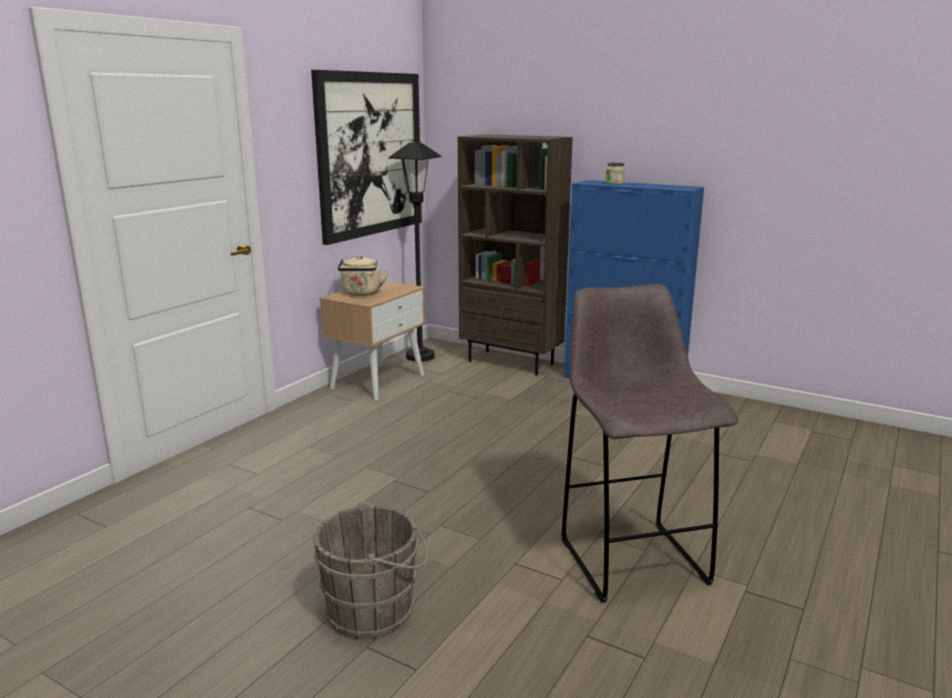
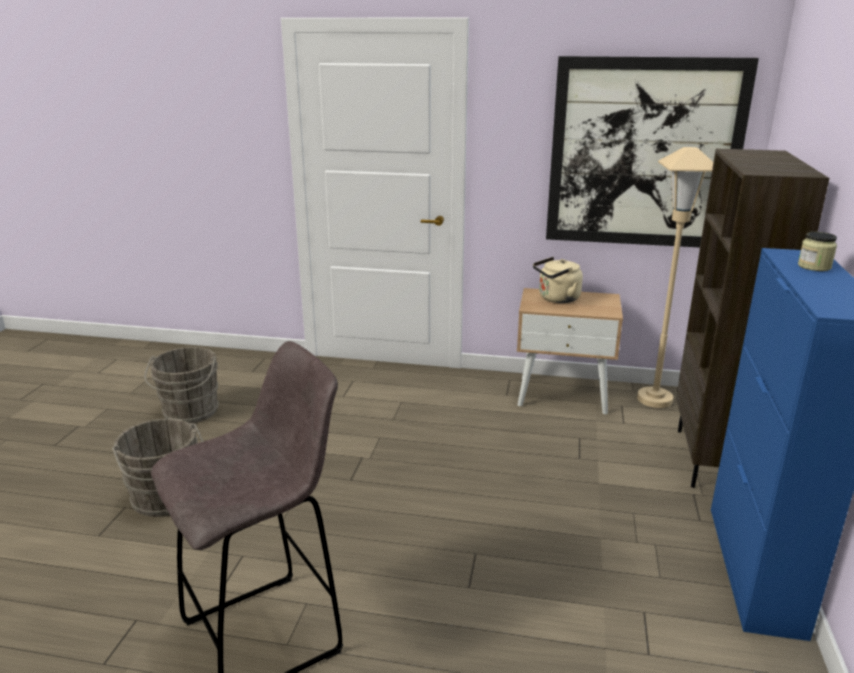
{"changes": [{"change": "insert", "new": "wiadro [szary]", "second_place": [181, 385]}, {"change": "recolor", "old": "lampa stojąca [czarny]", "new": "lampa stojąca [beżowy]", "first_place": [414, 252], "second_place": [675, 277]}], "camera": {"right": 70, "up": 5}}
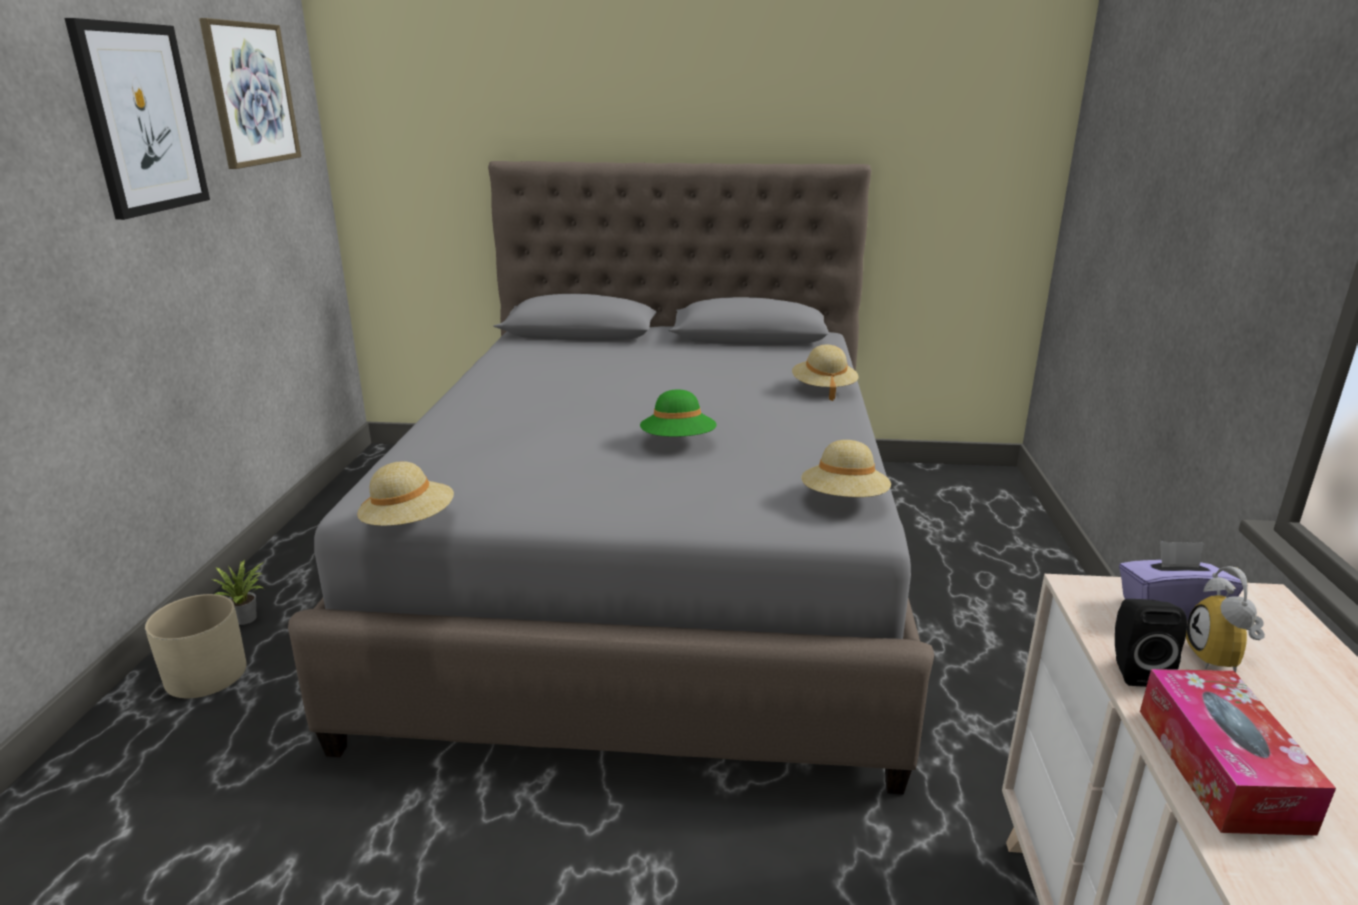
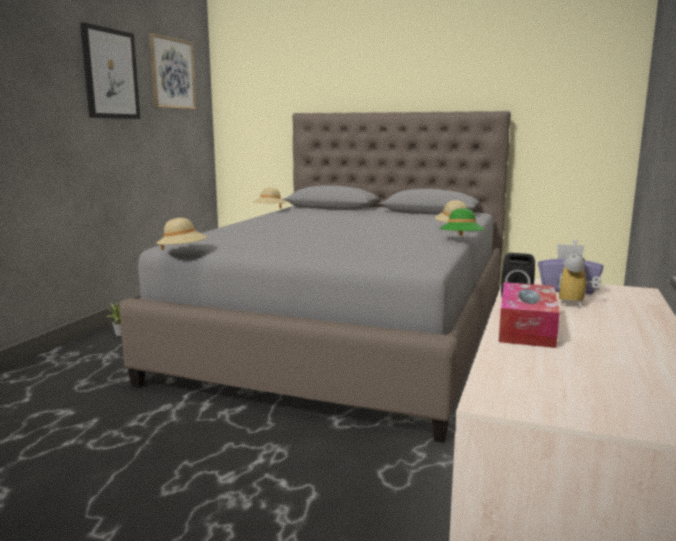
{"changes": [{"change": "delete", "old": "donica [beżowy]", "first_place": [196, 646]}, {"change": "move", "old": "kapelusz [zielony]", "first_place": [678, 413], "second_place": [462, 222]}, {"change": "move", "old": "kapelusz [beżowy]", "first_place": [846, 468], "second_place": [269, 198]}], "camera": {"right": 15, "up": -10}}
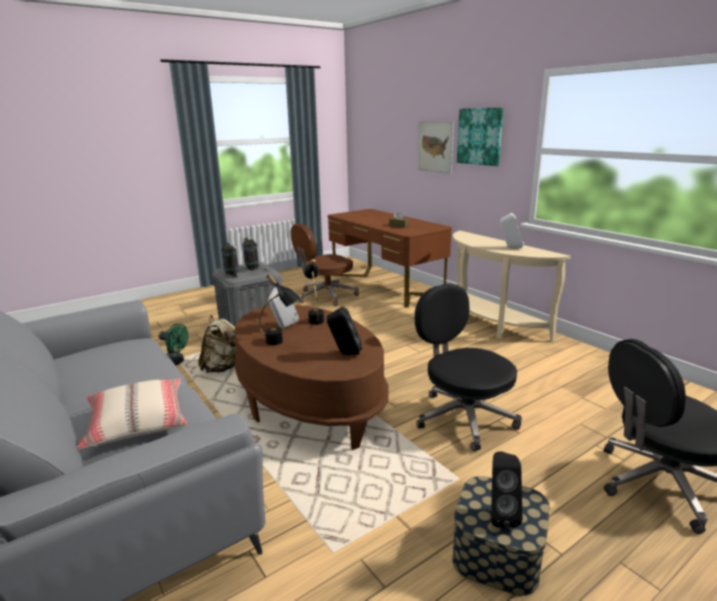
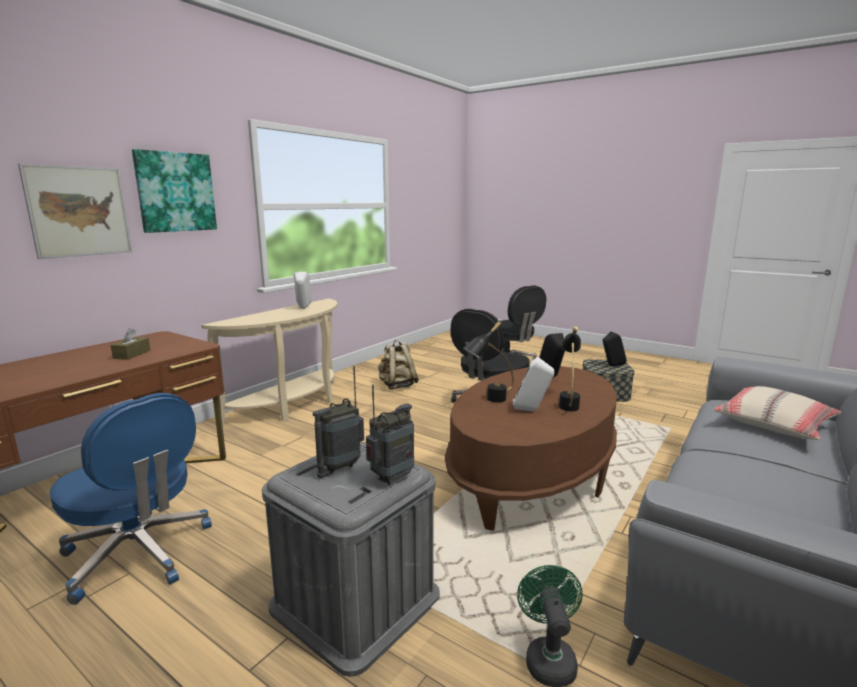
{"changes": [{"change": "move", "old": "plecak [beżowy]", "first_place": [217, 344], "second_place": [398, 365]}, {"change": "recolor", "old": "krzesło biurowe [brązowy]", "new": "krzesło biurowe [niebieski]", "first_place": [325, 265], "second_place": [130, 499]}], "camera": {"right": -110, "up": -5}}
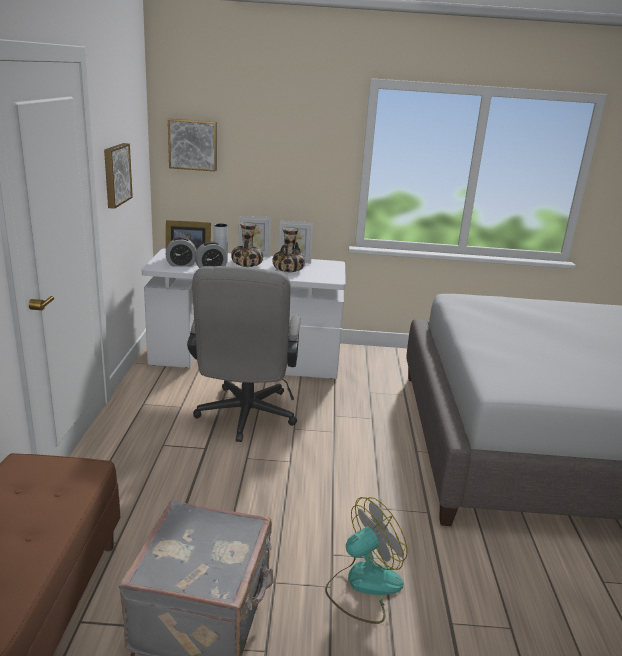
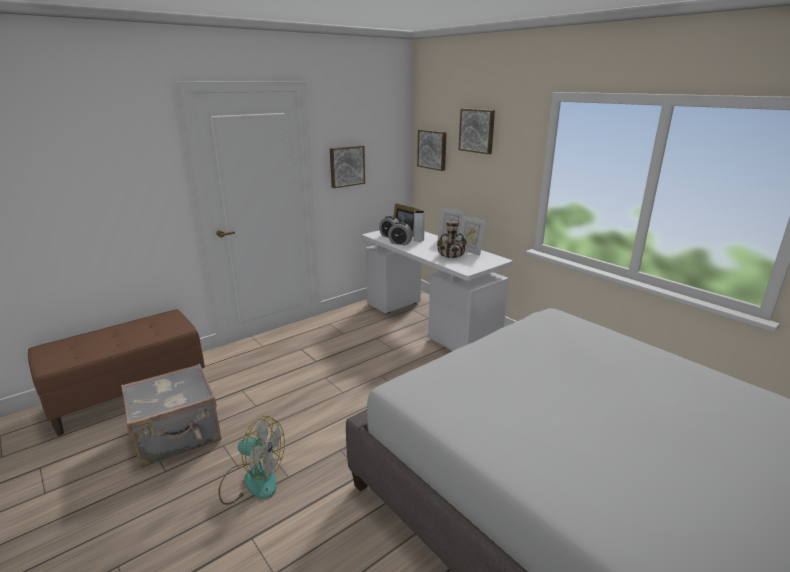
{"changes": [{"change": "delete", "old": "krzesło biurowe [szary]", "first_place": [244, 354]}, {"change": "delete", "old": "wazon", "first_place": [247, 244]}, {"change": "insert", "new": "obraz", "second_place": [477, 131]}], "camera": {"right": 50, "up": 0}}
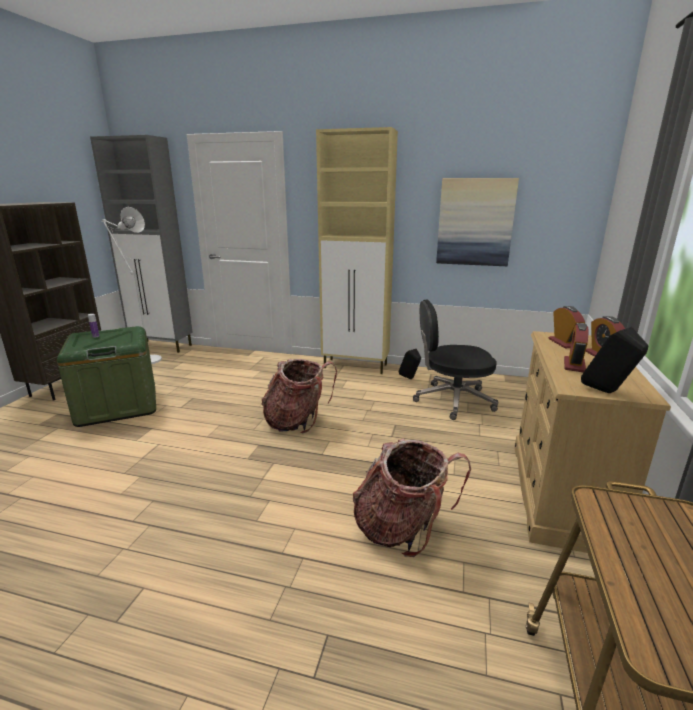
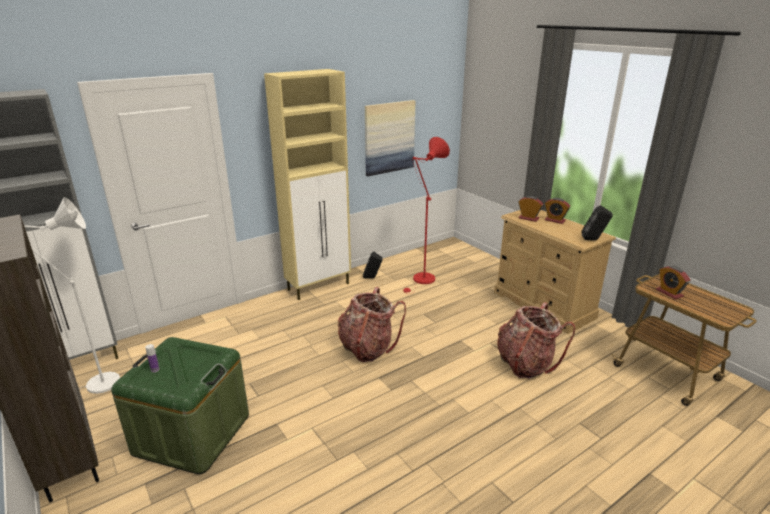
{"changes": [{"change": "move", "old": "budzik", "first_place": [576, 347], "second_place": [673, 282]}, {"change": "replace", "old": "krzesło biurowe [czarny]", "new": "lampa stojąca [czerwony]", "first_place": [455, 359], "second_place": [426, 215]}], "camera": {"right": -50, "up": 5}}
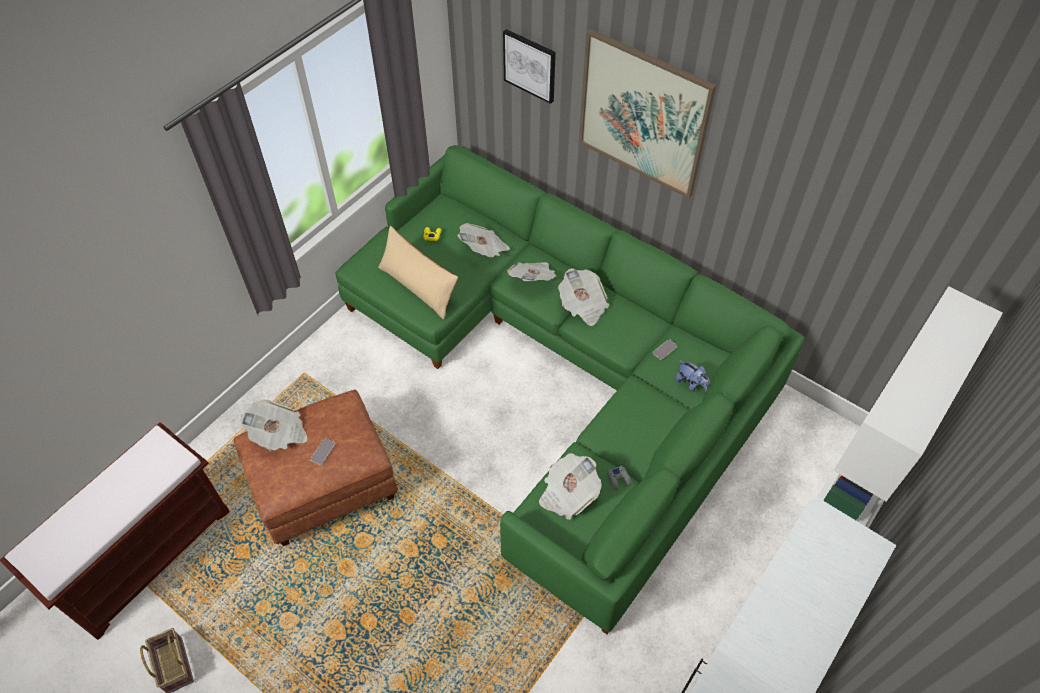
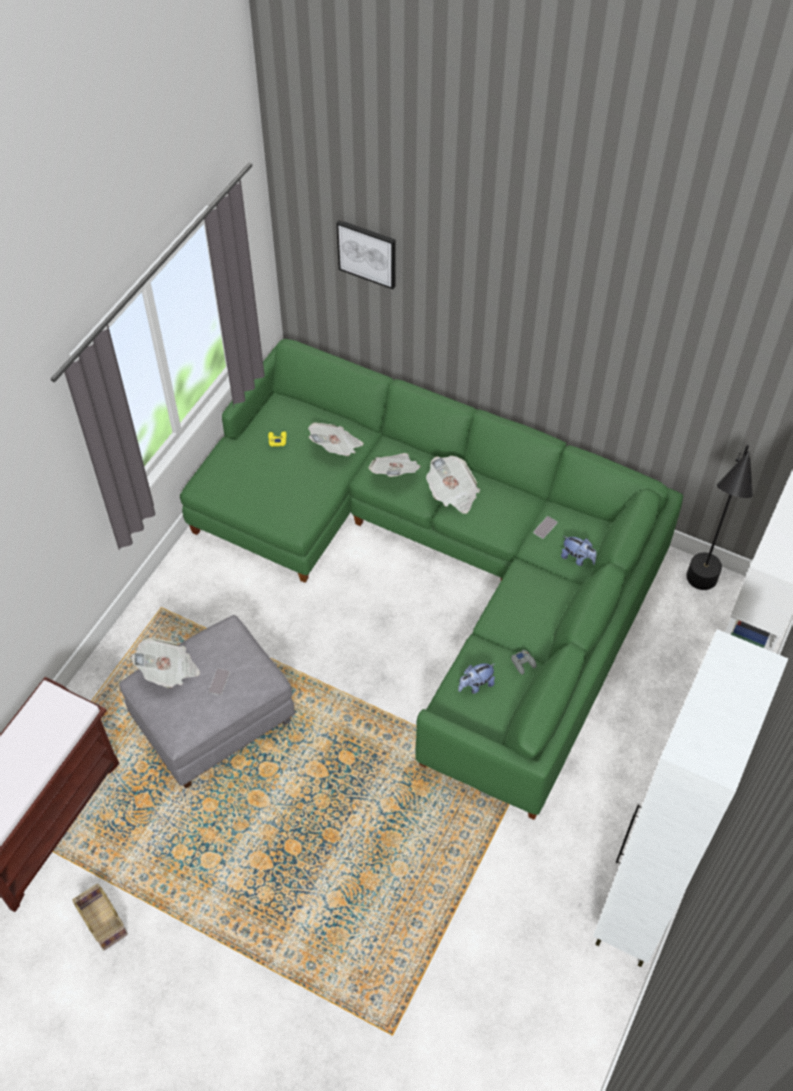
{"changes": [{"change": "delete", "old": "poduszka [beżowy]", "first_place": [418, 272]}, {"change": "delete", "old": "obraz", "first_place": [647, 114]}, {"change": "insert", "new": "lampa stojąca [czarny]", "second_place": [719, 517]}, {"change": "replace", "old": "gazeta", "new": "pluszak", "first_place": [570, 486], "second_place": [476, 678]}, {"change": "recolor", "old": "pufa [brązowy]", "new": "pufa [szary]", "first_place": [316, 468], "second_place": [207, 702]}], "camera": {"right": -10, "up": 0}}
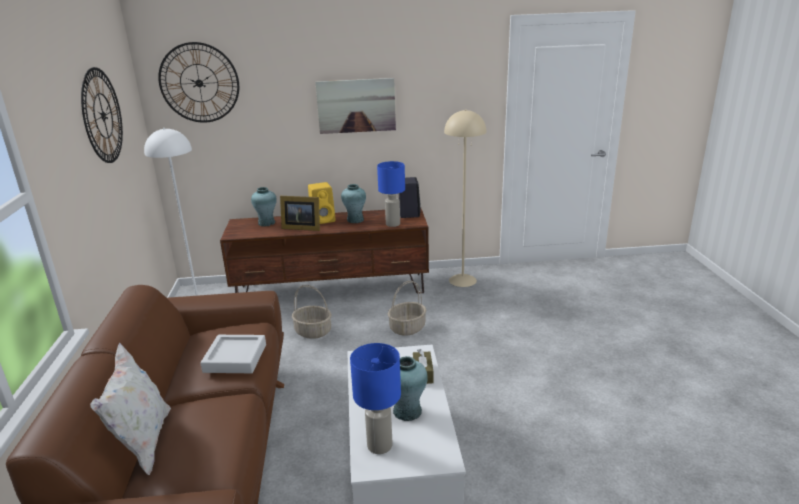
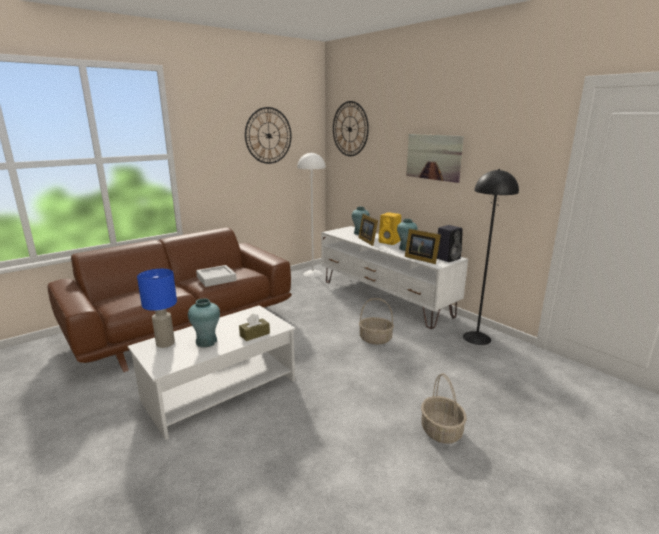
{"changes": [{"change": "delete", "old": "poduszka [biały]", "first_place": [130, 409]}, {"change": "move", "old": "koszyk", "first_place": [312, 312], "second_place": [444, 408]}, {"change": "replace", "old": "lampa stołowa [niebieski]", "new": "ramka na zdjęcie", "first_place": [391, 194], "second_place": [423, 246]}, {"change": "recolor", "old": "szafka pod telewizor [brązowy]", "new": "szafka pod telewizor [biały]", "first_place": [324, 251], "second_place": [394, 277]}, {"change": "recolor", "old": "lampa stojąca [beżowy]", "new": "lampa stojąca [czarny]", "first_place": [465, 198], "second_place": [491, 257]}], "camera": {"right": 55, "up": -5}}
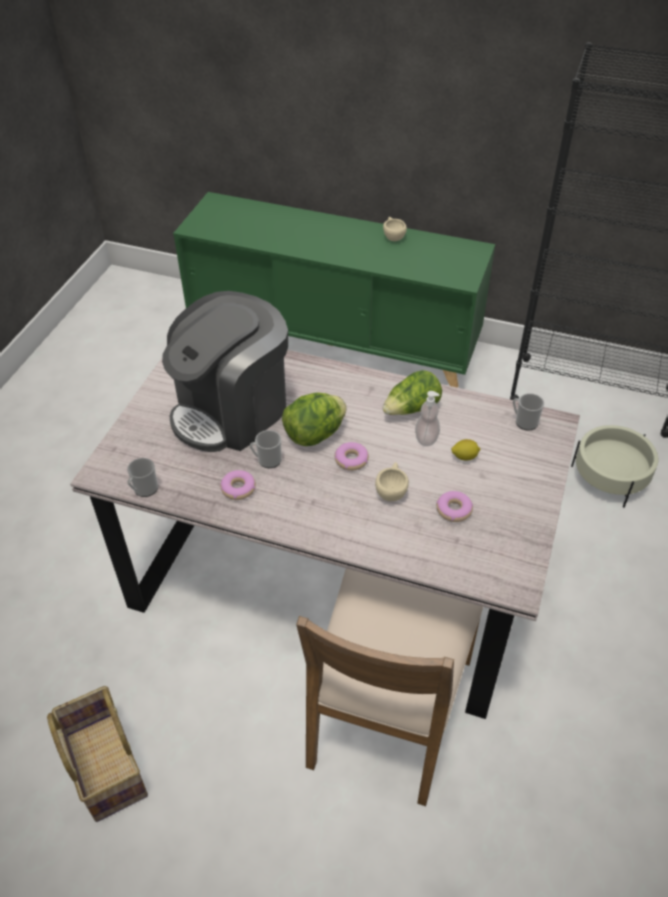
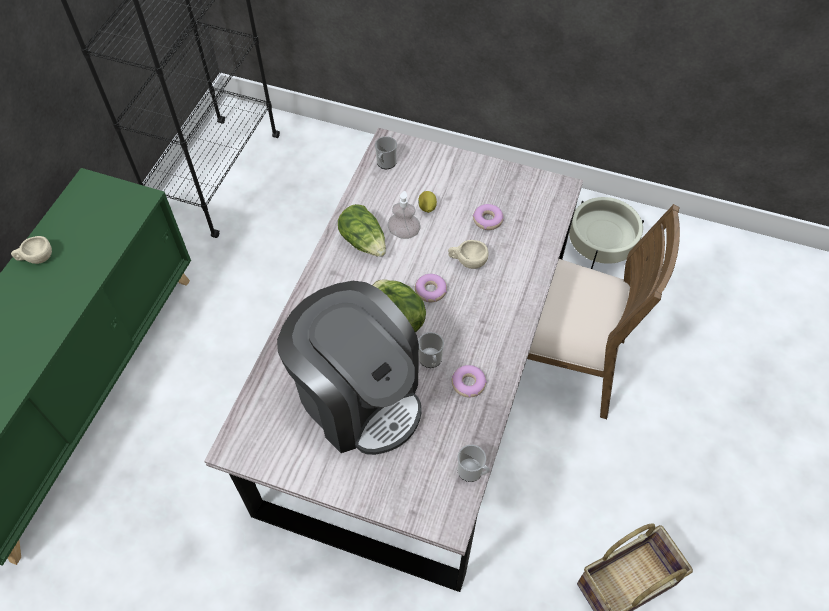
{"changes": [{"change": "move", "old": "donica [beżowy]", "first_place": [614, 466], "second_place": [606, 233]}], "camera": {"right": -90, "up": 10}}
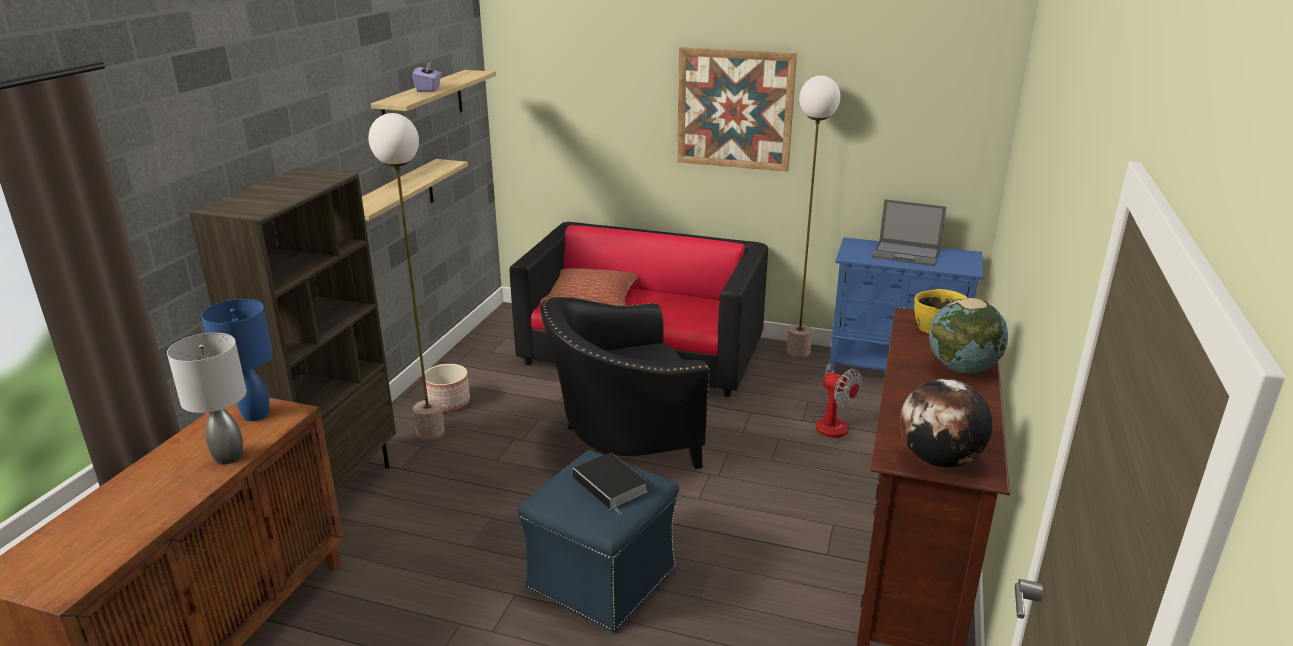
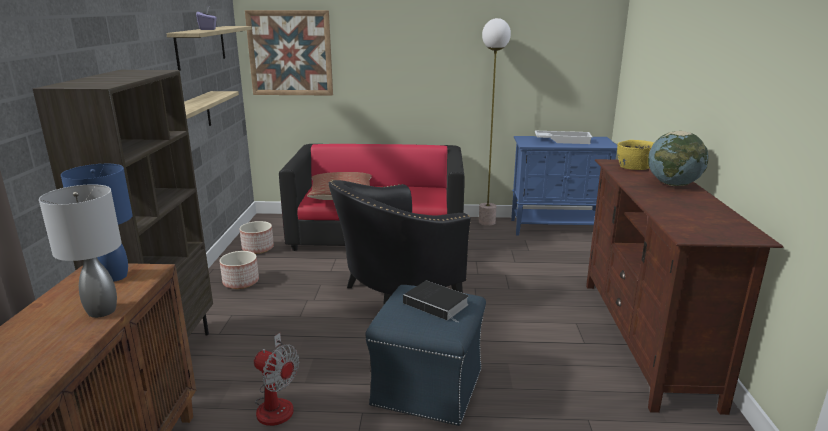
{"changes": [{"change": "delete", "old": "lampa stojąca", "first_place": [406, 276]}, {"change": "delete", "old": "globus", "first_place": [946, 422]}, {"change": "insert", "new": "donica", "second_place": [257, 237]}, {"change": "move", "old": "obraz", "first_place": [737, 109], "second_place": [289, 53]}, {"change": "move", "old": "wentylator", "first_place": [837, 400], "second_place": [276, 379]}, {"change": "replace", "old": "laptop", "new": "taca [biały]", "first_place": [909, 232], "second_place": [564, 137]}], "camera": {"right": -15, "up": -5}}
